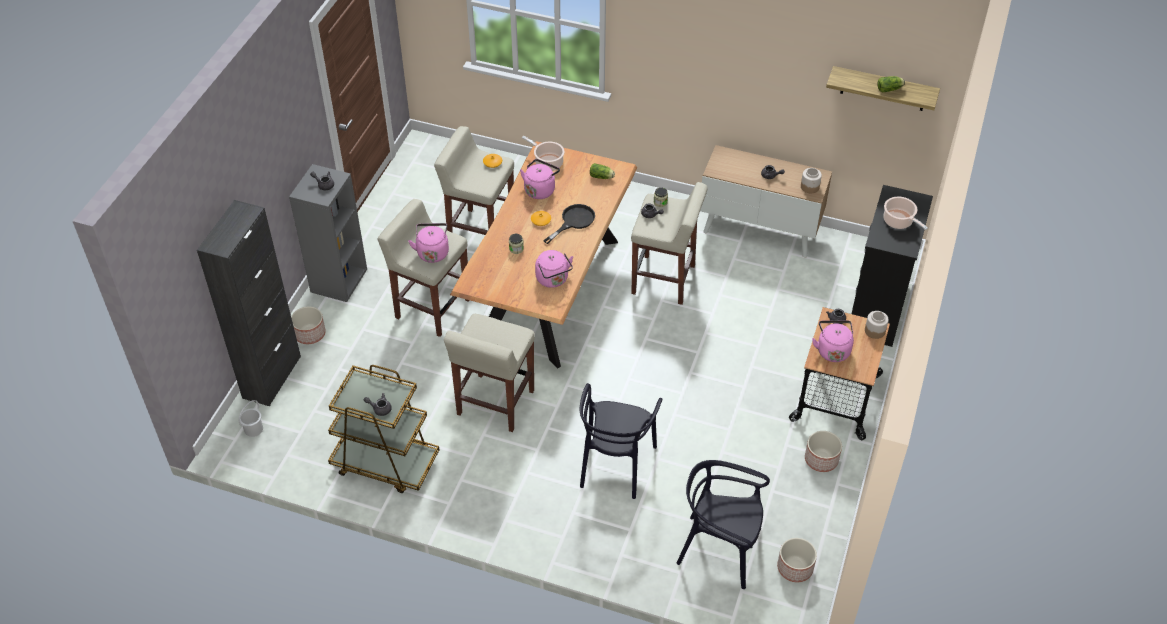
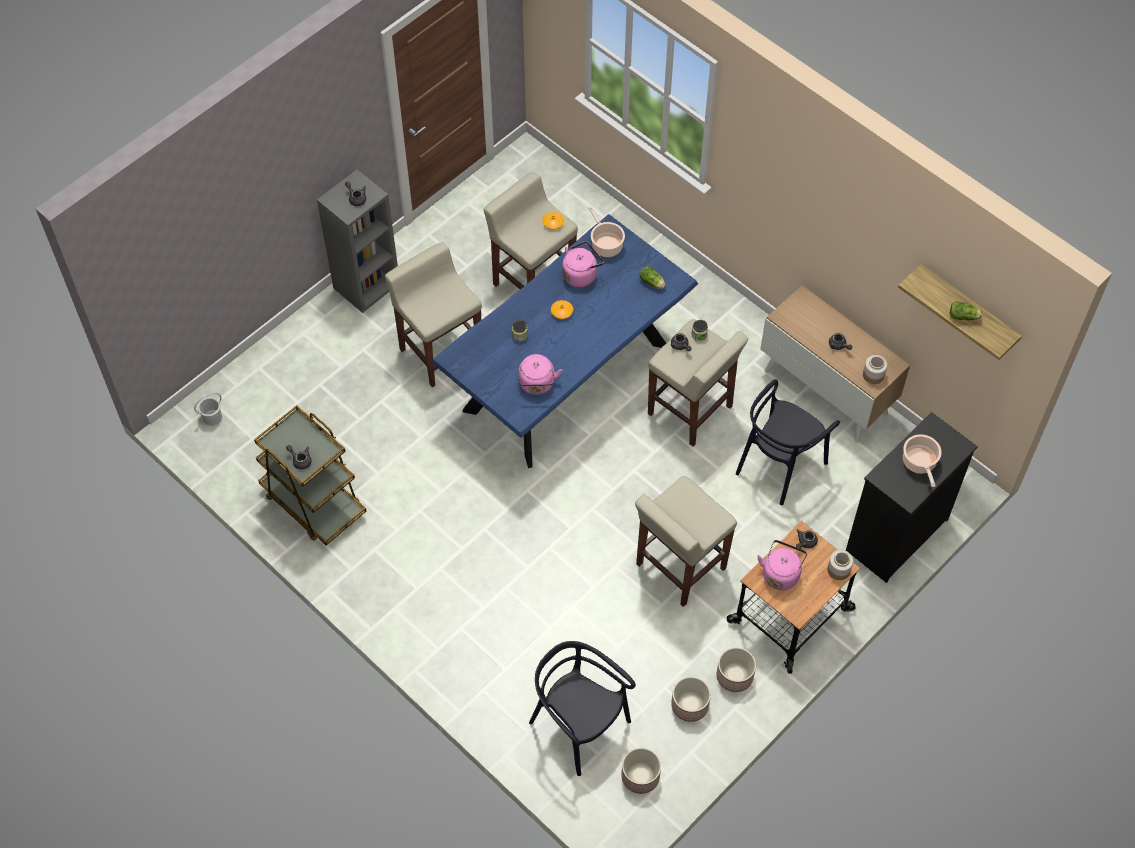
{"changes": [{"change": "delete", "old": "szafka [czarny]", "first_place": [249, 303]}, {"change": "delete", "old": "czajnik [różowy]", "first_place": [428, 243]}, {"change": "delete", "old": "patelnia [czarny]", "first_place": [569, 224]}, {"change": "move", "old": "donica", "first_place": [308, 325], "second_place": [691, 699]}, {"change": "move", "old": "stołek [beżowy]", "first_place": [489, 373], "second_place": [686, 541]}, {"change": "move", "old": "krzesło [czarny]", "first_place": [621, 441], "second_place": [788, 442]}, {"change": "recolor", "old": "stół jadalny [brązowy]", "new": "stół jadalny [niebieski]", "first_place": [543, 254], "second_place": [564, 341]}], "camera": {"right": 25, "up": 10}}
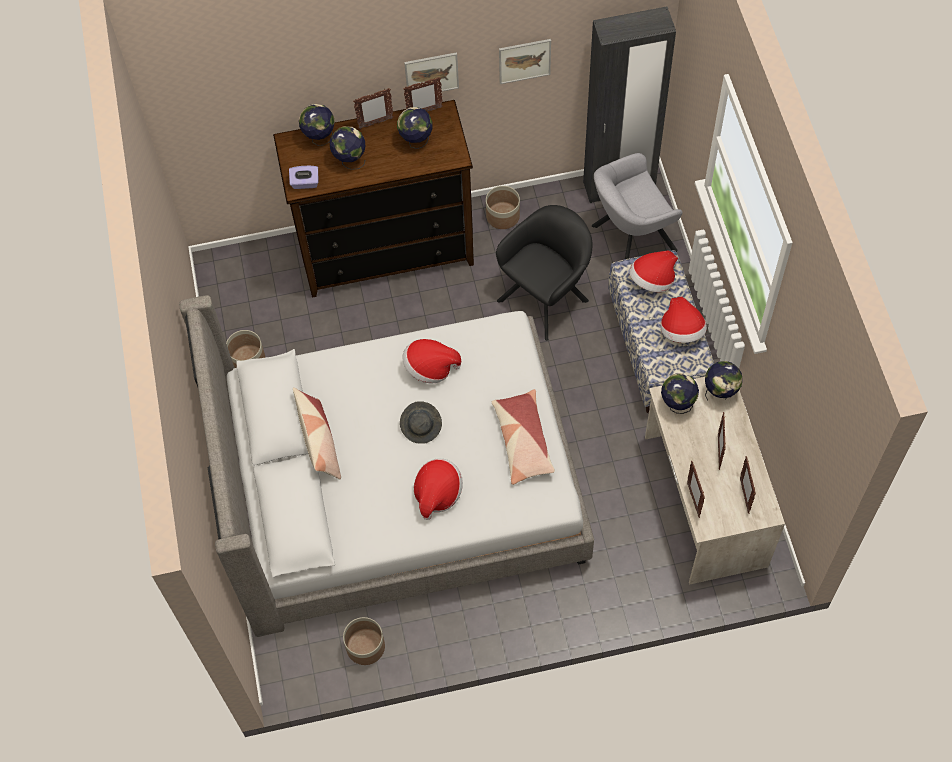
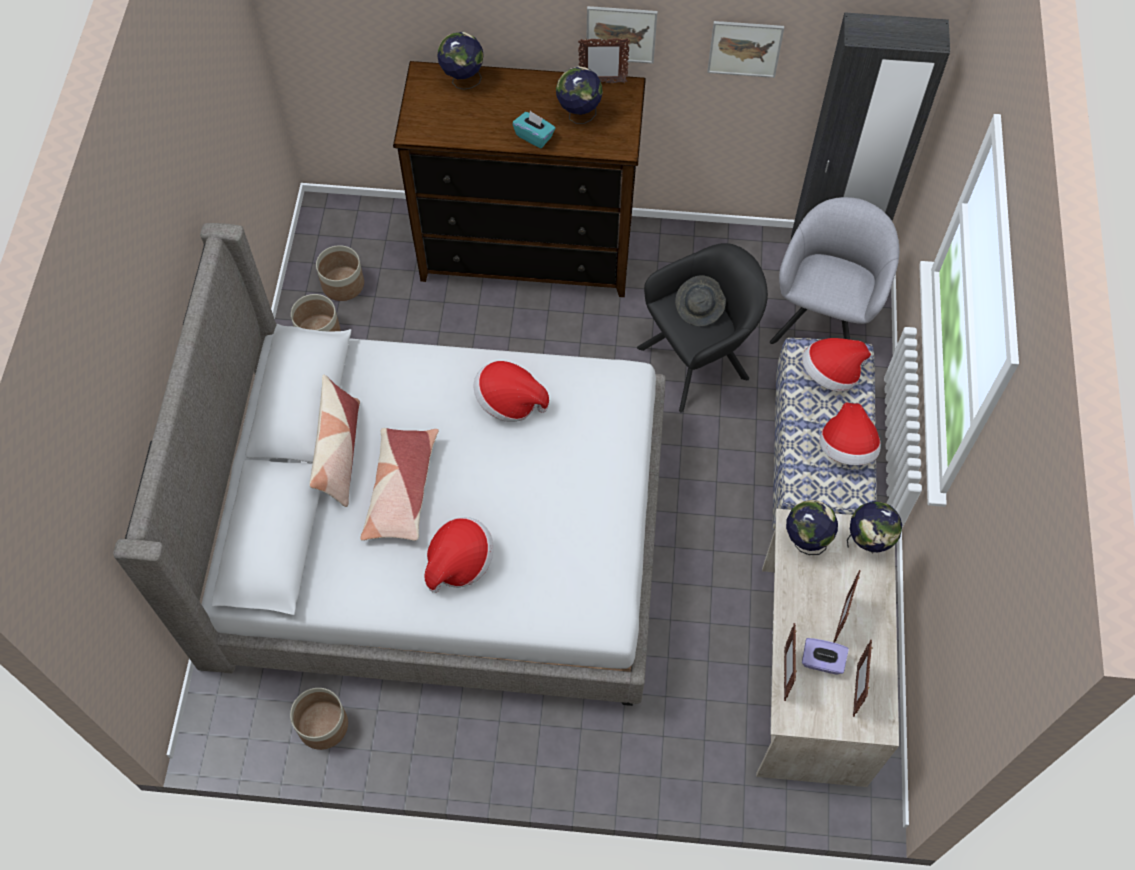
{"changes": [{"change": "delete", "old": "globus", "first_place": [348, 148]}, {"change": "delete", "old": "ramka na zdjęcie", "first_place": [373, 108]}, {"change": "insert", "new": "pudełko chusteczek [turkusowy]", "second_place": [534, 129]}, {"change": "move", "old": "pudełko chusteczek [fioletowy]", "first_place": [303, 177], "second_place": [825, 656]}, {"change": "move", "old": "kapelusz [szary]", "first_place": [421, 422], "second_place": [700, 300]}, {"change": "move", "old": "donica", "first_place": [503, 207], "second_place": [340, 273]}, {"change": "move", "old": "poduszka", "first_place": [523, 437], "second_place": [399, 484]}, {"change": "rotate", "old": "fotel [szary]", "first_place": [637, 206], "second_place": [834, 270], "degrees": 120}], "camera": {"right": 15, "up": 0}}
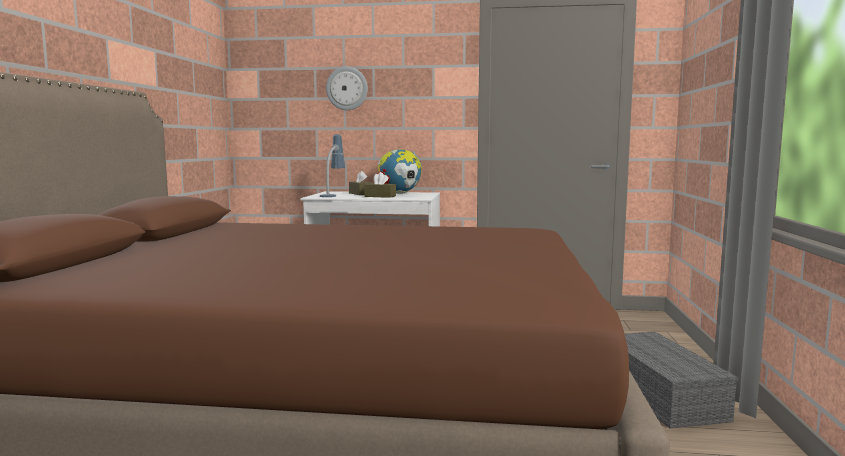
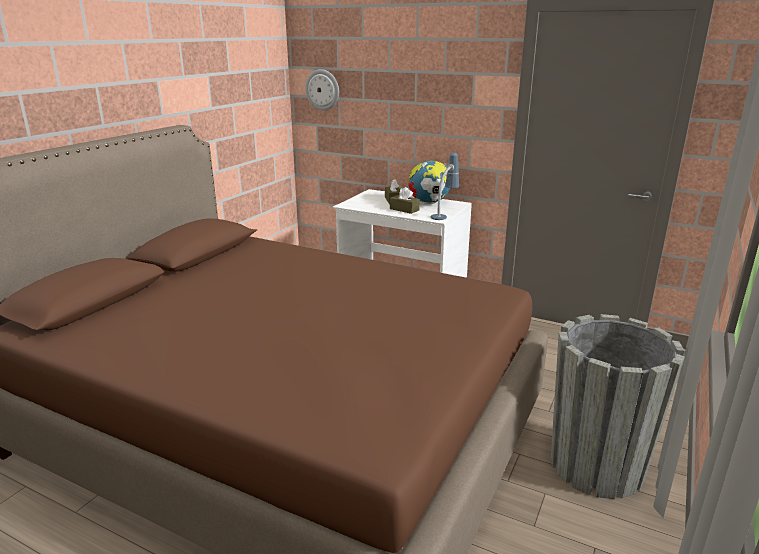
{"changes": [{"change": "move", "old": "lampa stołowa", "first_place": [332, 165], "second_place": [445, 186]}, {"change": "move", "old": "zegar ścienny", "first_place": [347, 88], "second_place": [322, 90]}, {"change": "replace", "old": "pojemnik do przechowywania [szary]", "new": "donica [szary]", "first_place": [681, 380], "second_place": [618, 406]}], "camera": {"right": 20, "up": 15}}
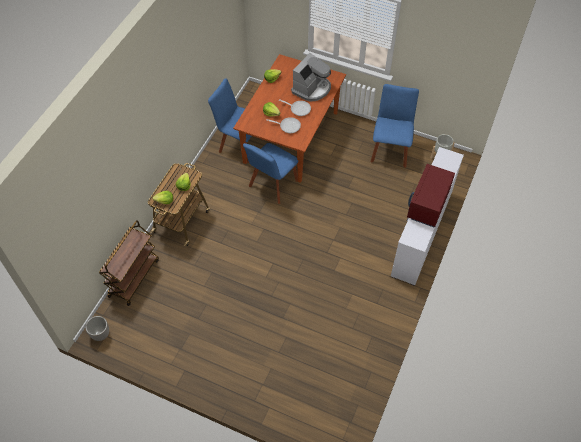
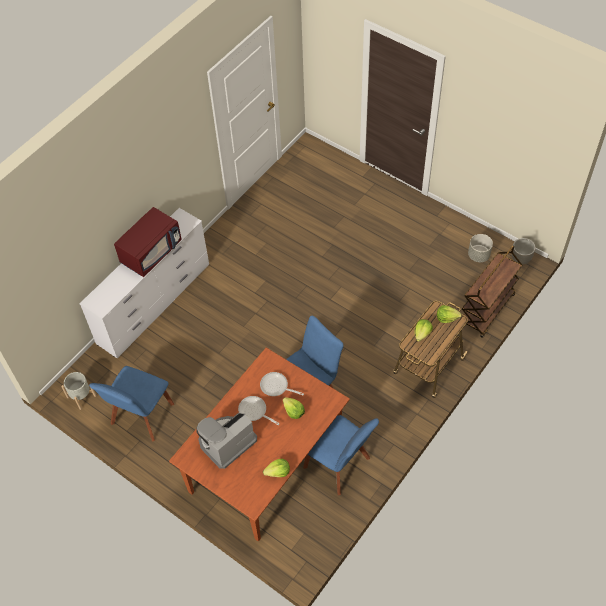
{"changes": [{"change": "insert", "new": "donica [szary]", "second_place": [480, 248]}], "camera": {"right": -165, "up": 0}}
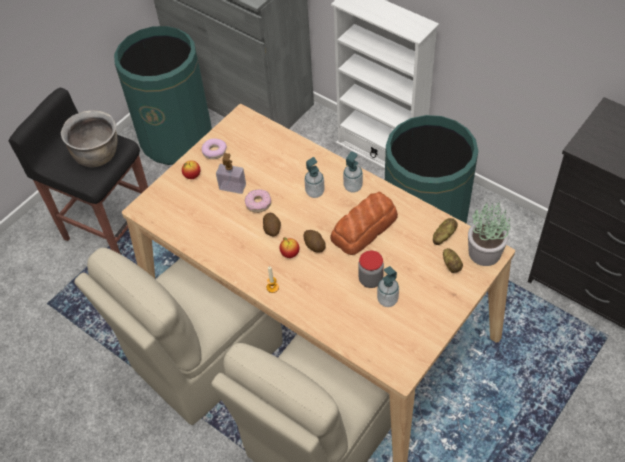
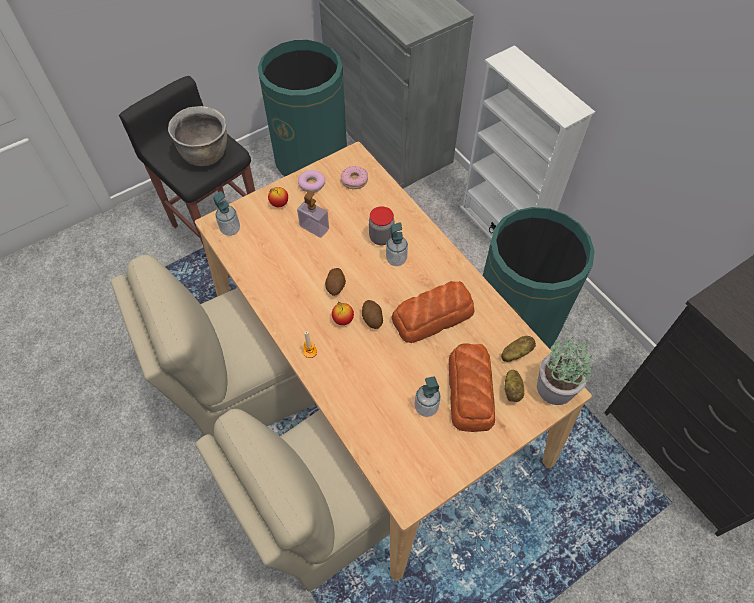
{"changes": [{"change": "insert", "new": "chleb", "second_place": [472, 387]}, {"change": "move", "old": "donut", "first_place": [258, 201], "second_place": [354, 177]}, {"change": "move", "old": "dozownik mydła", "first_place": [353, 171], "second_place": [226, 213]}, {"change": "move", "old": "słoik", "first_place": [371, 269], "second_place": [381, 225]}], "camera": {"right": 15, "up": 5}}
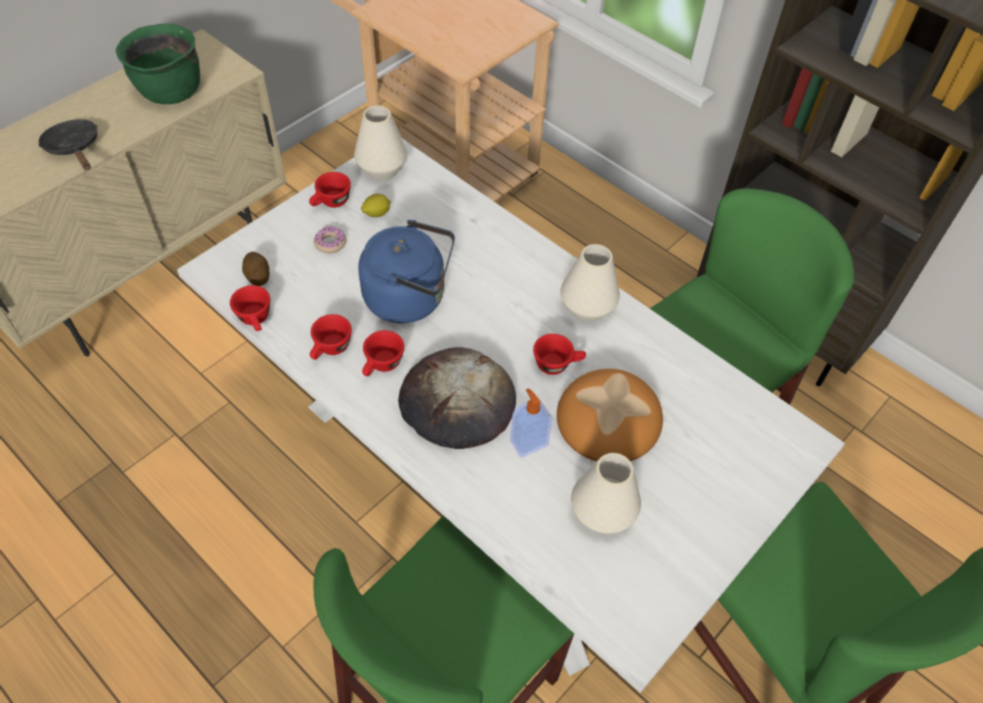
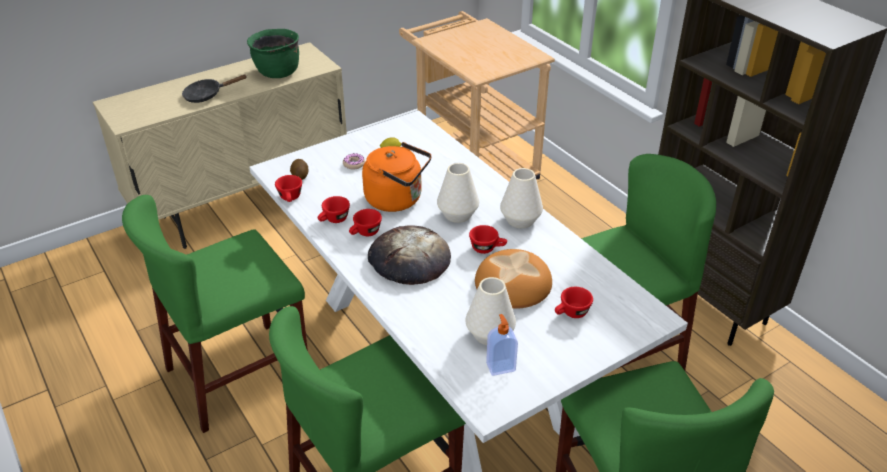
{"changes": [{"change": "insert", "new": "krzesło [zielony]", "second_place": [215, 314]}, {"change": "move", "old": "filiżanka [czerwony]", "first_place": [330, 190], "second_place": [574, 302]}, {"change": "move", "old": "wazon [biały]", "first_place": [380, 143], "second_place": [458, 193]}, {"change": "move", "old": "dozownik mydła", "first_place": [531, 423], "second_place": [502, 345]}, {"change": "recolor", "old": "czajnik [niebieski]", "new": "czajnik [pomarańczowy]", "first_place": [406, 271], "second_place": [397, 177]}, {"change": "rotate", "old": "patelnia [czarny]", "first_place": [67, 144], "second_place": [214, 89], "degrees": -90}], "camera": {"right": 15, "up": -15}}
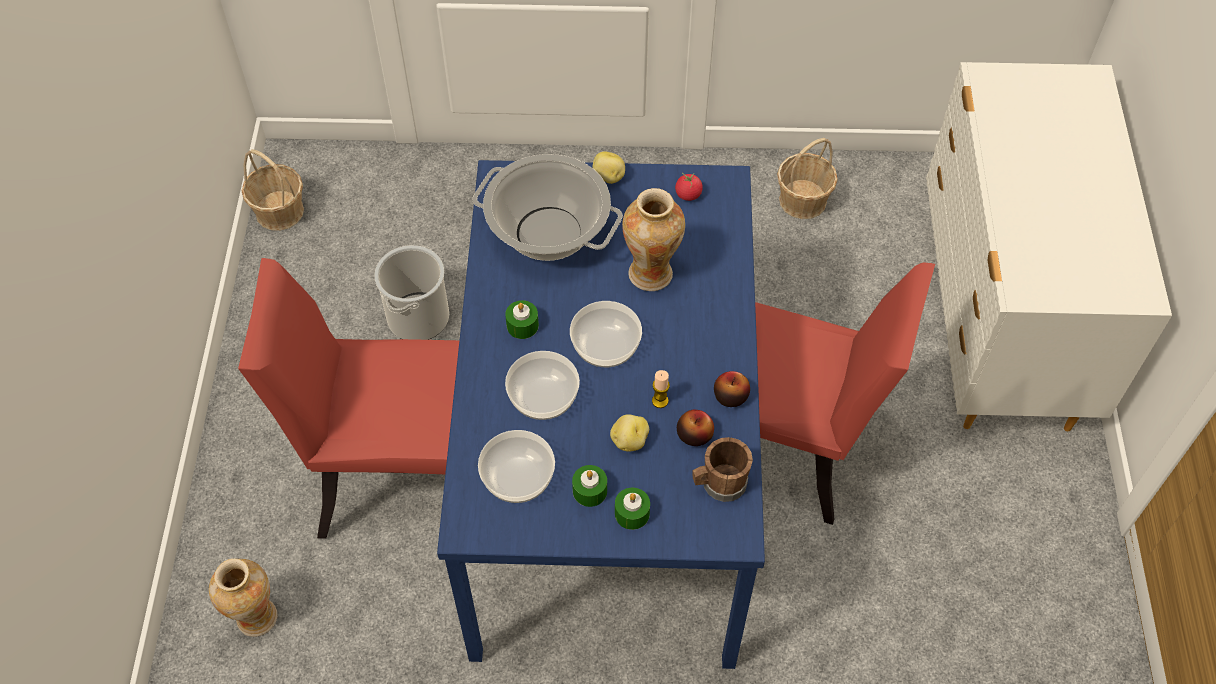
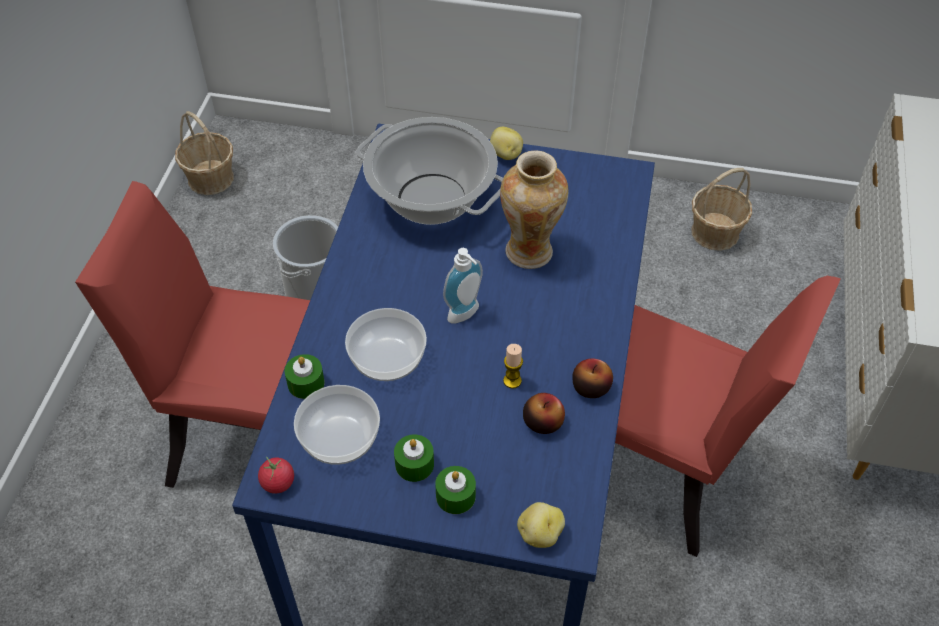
{"changes": [{"change": "delete", "old": "wazon", "first_place": [243, 598]}, {"change": "delete", "old": "kubek [brązowy]", "first_place": [723, 469]}, {"change": "move", "old": "świeca [zielony]", "first_place": [522, 319], "second_place": [305, 376]}, {"change": "move", "old": "ziemniak", "first_place": [629, 433], "second_place": [541, 525]}, {"change": "move", "old": "pomidor", "first_place": [689, 187], "second_place": [276, 475]}, {"change": "replace", "old": "miska", "new": "dozownik mydła", "first_place": [606, 334], "second_place": [463, 286]}], "camera": {"right": 10, "up": -5}}
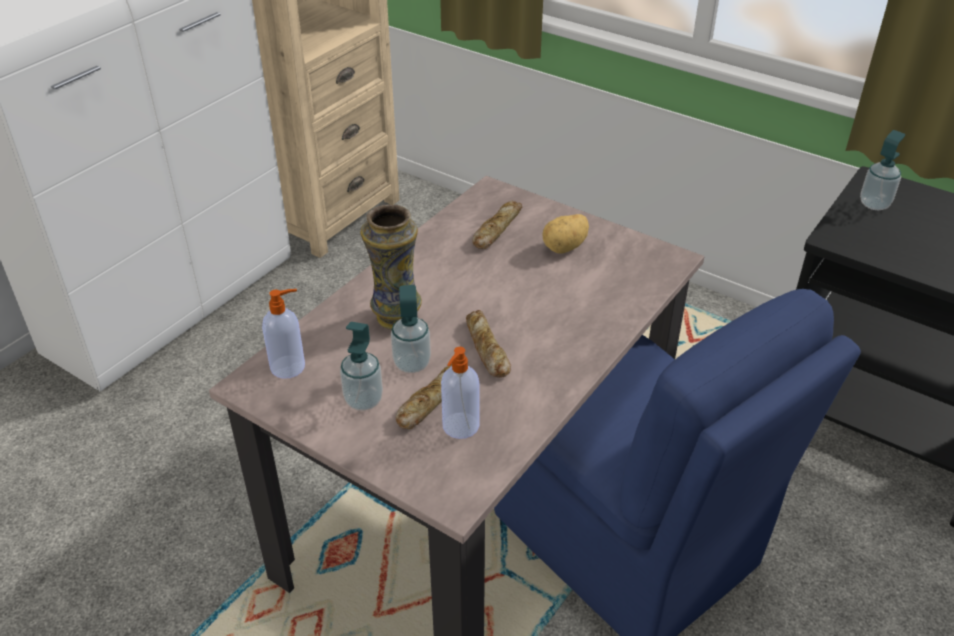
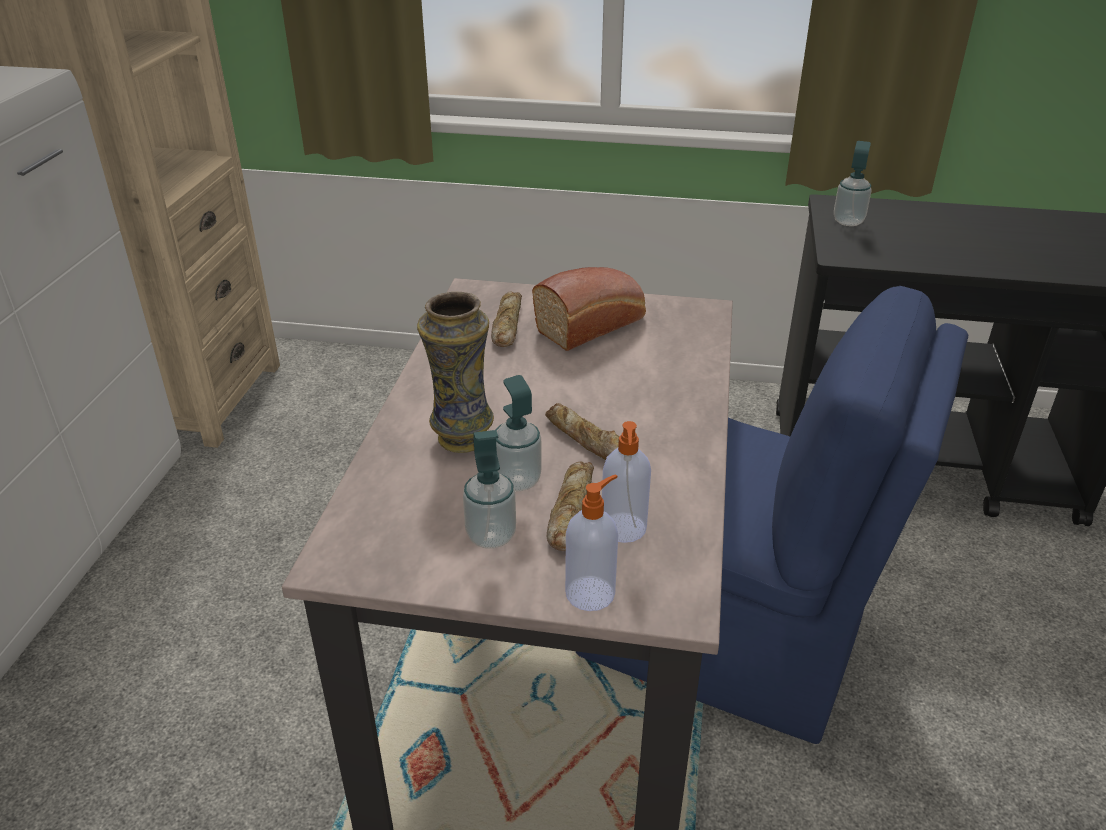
{"changes": [{"change": "move", "old": "dozownik mydła", "first_place": [283, 334], "second_place": [591, 542]}, {"change": "replace", "old": "ziemniak", "new": "chleb", "first_place": [565, 233], "second_place": [589, 309]}], "camera": {"right": -25, "up": -5}}
